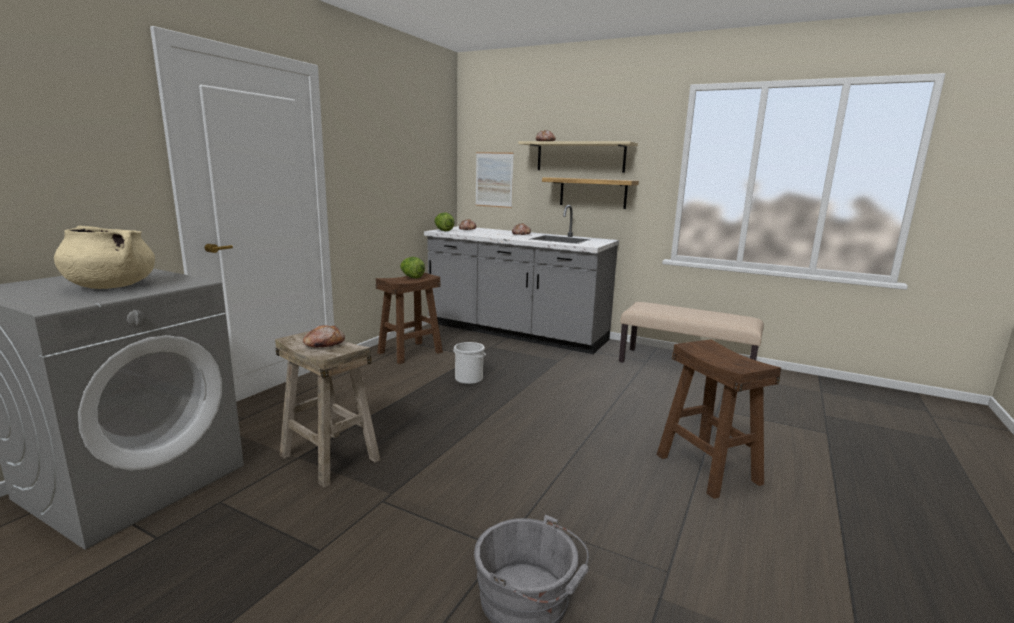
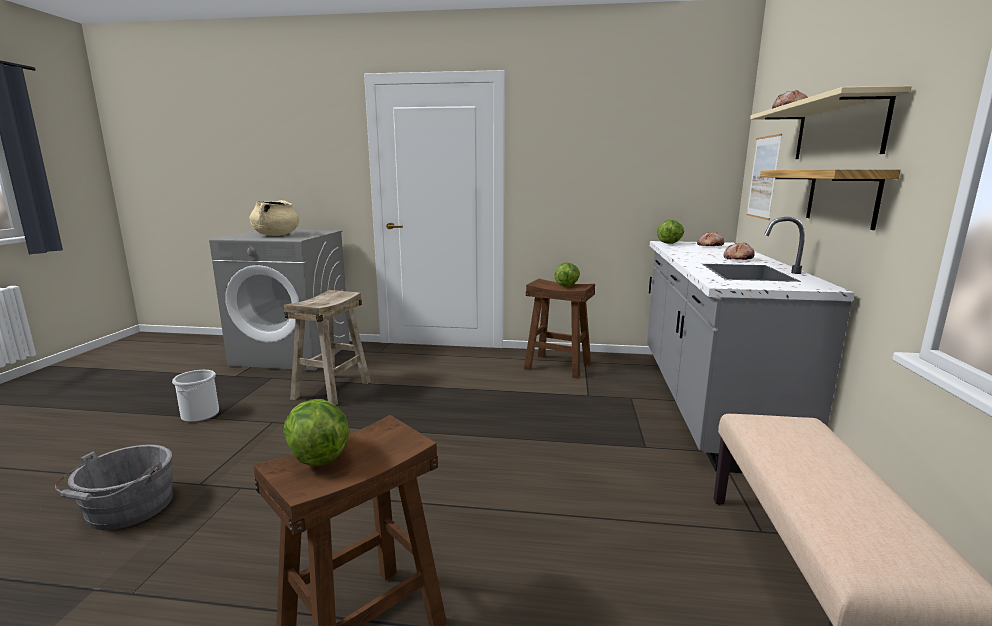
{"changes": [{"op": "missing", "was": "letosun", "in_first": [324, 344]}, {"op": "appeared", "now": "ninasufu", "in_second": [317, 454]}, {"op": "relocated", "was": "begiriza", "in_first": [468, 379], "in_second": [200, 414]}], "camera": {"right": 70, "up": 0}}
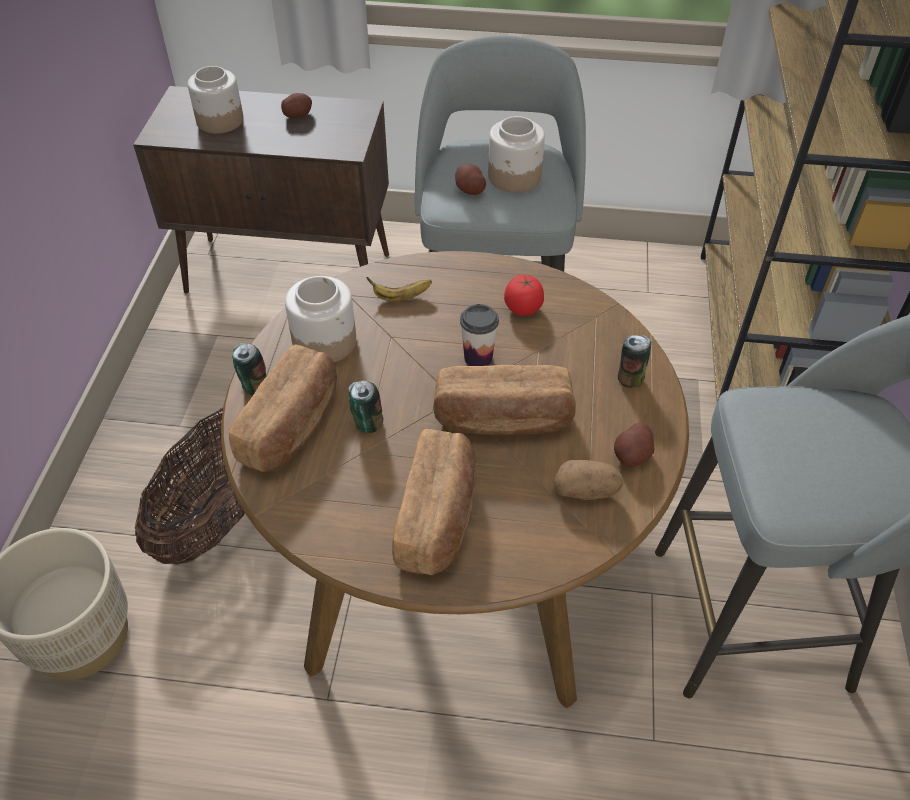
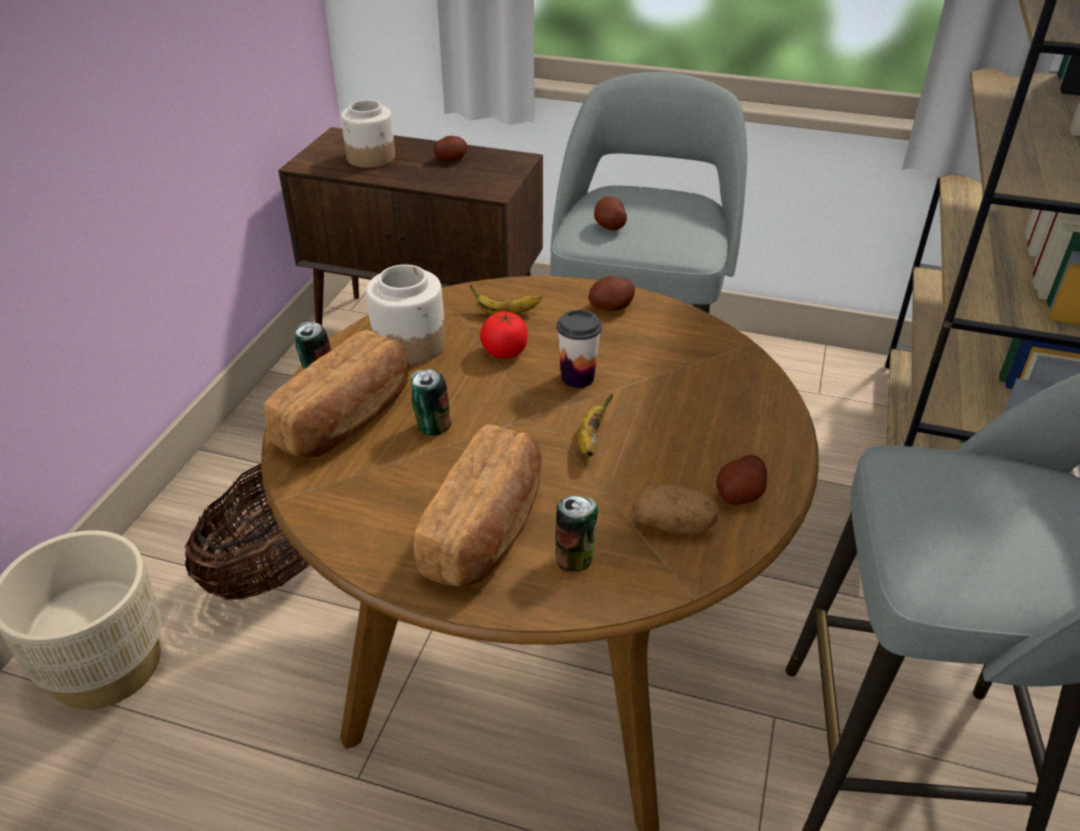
{"changes": [{"op": "missing", "was": "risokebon", "in_first": [514, 177]}, {"op": "appeared", "now": "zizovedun", "in_second": [611, 307]}, {"op": "relocated", "was": "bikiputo", "in_first": [523, 307], "in_second": [505, 351]}, {"op": "relocated", "was": "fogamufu", "in_first": [630, 378], "in_second": [575, 558]}, {"op": "exchanged", "was": "letosun", "now": "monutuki", "in_first": [503, 420], "in_second": [590, 440]}], "camera": {"right": 10, "up": -10}}
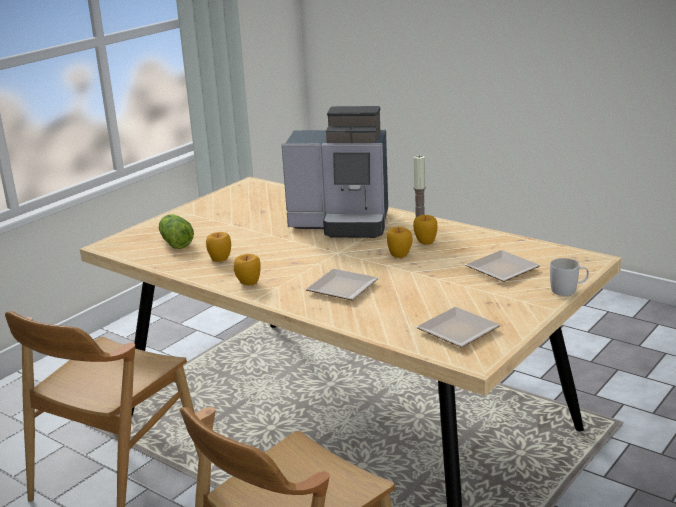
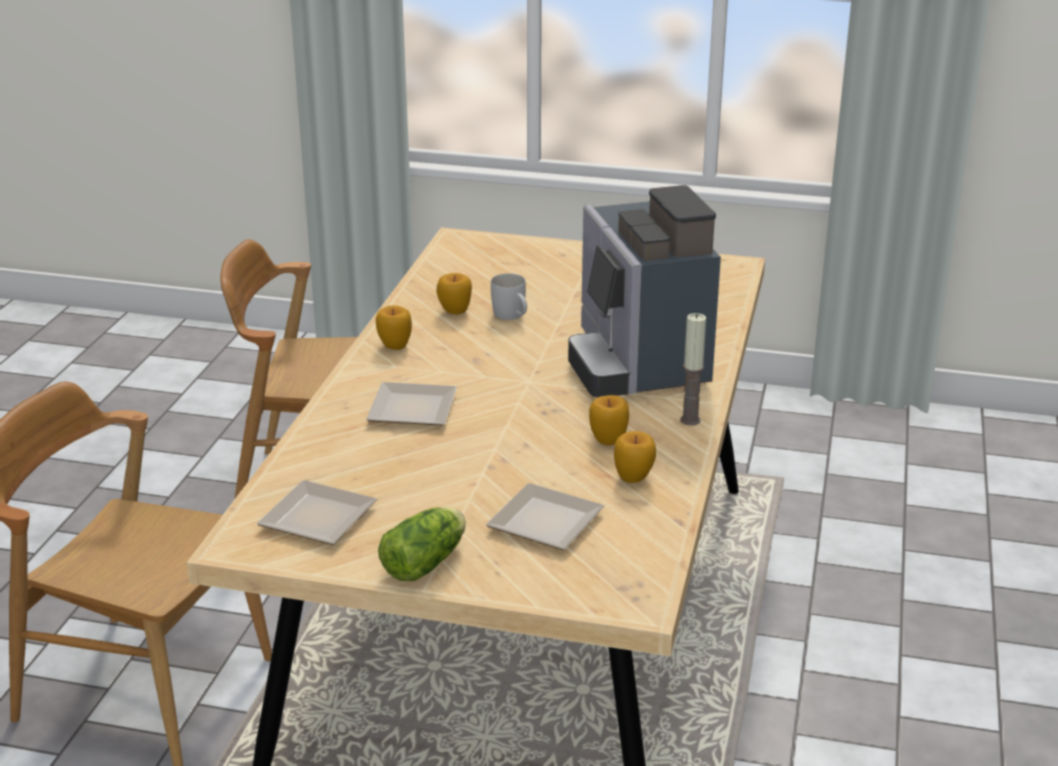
{"changes": [{"op": "relocated", "was": "ninasufu", "in_first": [175, 242], "in_second": [427, 561]}, {"op": "relocated", "was": "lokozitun", "in_first": [399, 255], "in_second": [633, 478]}, {"op": "relocated", "was": "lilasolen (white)", "in_first": [568, 290], "in_second": [512, 316]}], "camera": {"right": 65, "up": 5}}
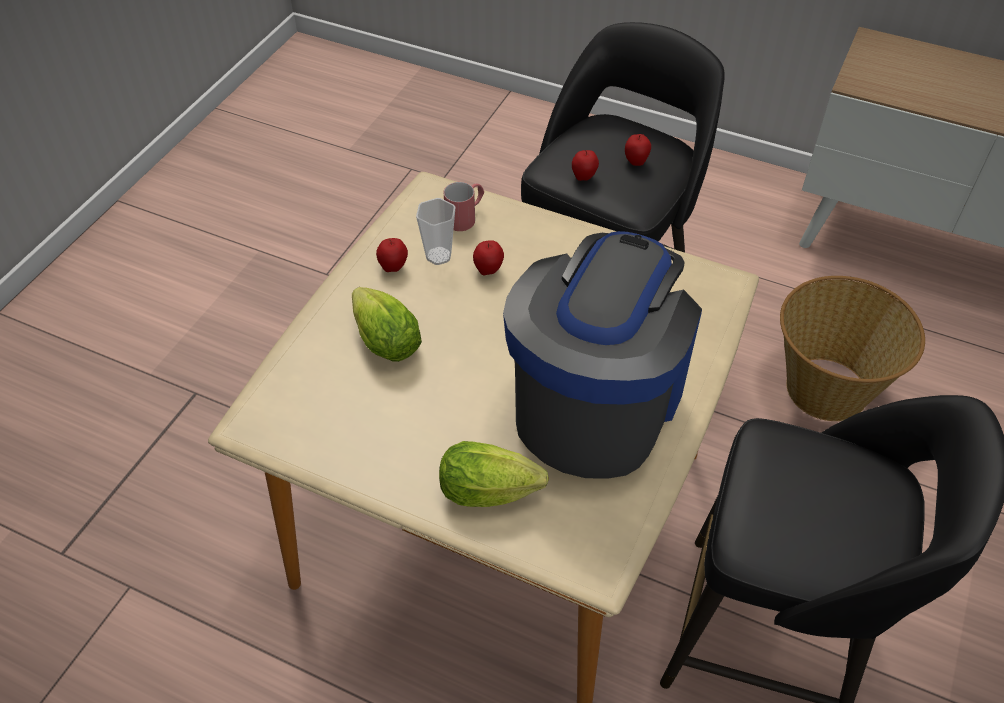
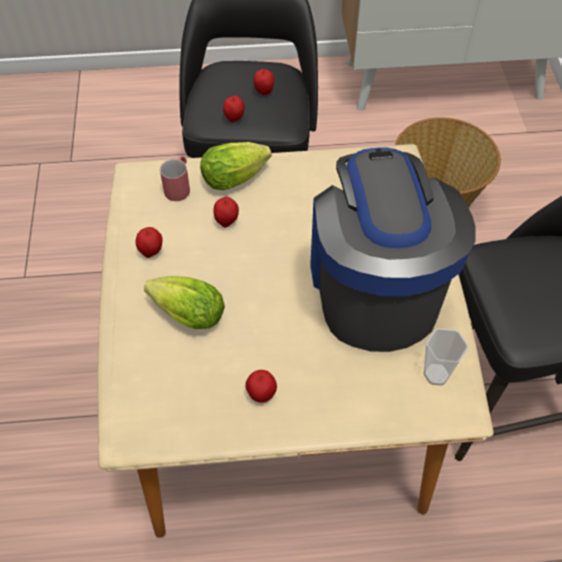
{"changes": [{"op": "appeared", "now": "lokozitun", "in_second": [261, 394]}, {"op": "relocated", "was": "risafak", "in_first": [438, 256], "in_second": [436, 374]}, {"op": "relocated", "was": "ninasufu", "in_first": [494, 491], "in_second": [238, 177]}], "camera": {"right": -30, "up": 5}}
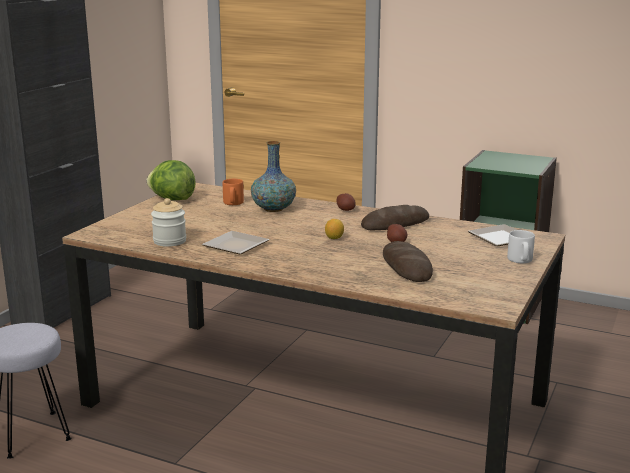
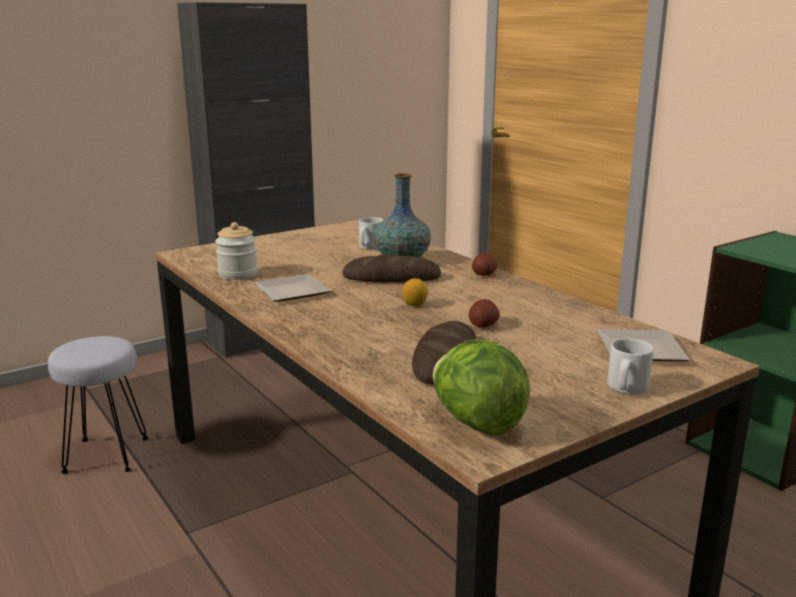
{"changes": [{"op": "relocated", "was": "ninasufu", "in_first": [172, 199], "in_second": [476, 422]}, {"op": "relocated", "was": "letosun", "in_first": [395, 224], "in_second": [391, 277]}, {"op": "colour", "was": "lilasolen (orange)", "now": "lilasolen (grey)", "in_first": [233, 203], "in_second": [369, 247]}], "camera": {"right": 30, "up": 0}}
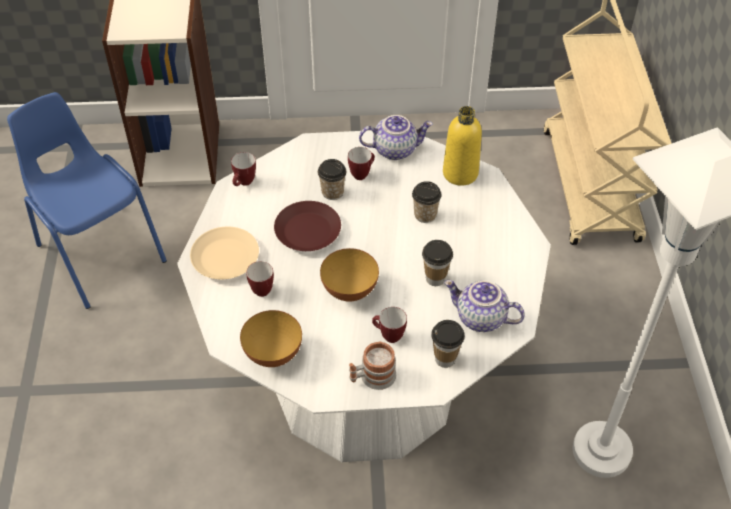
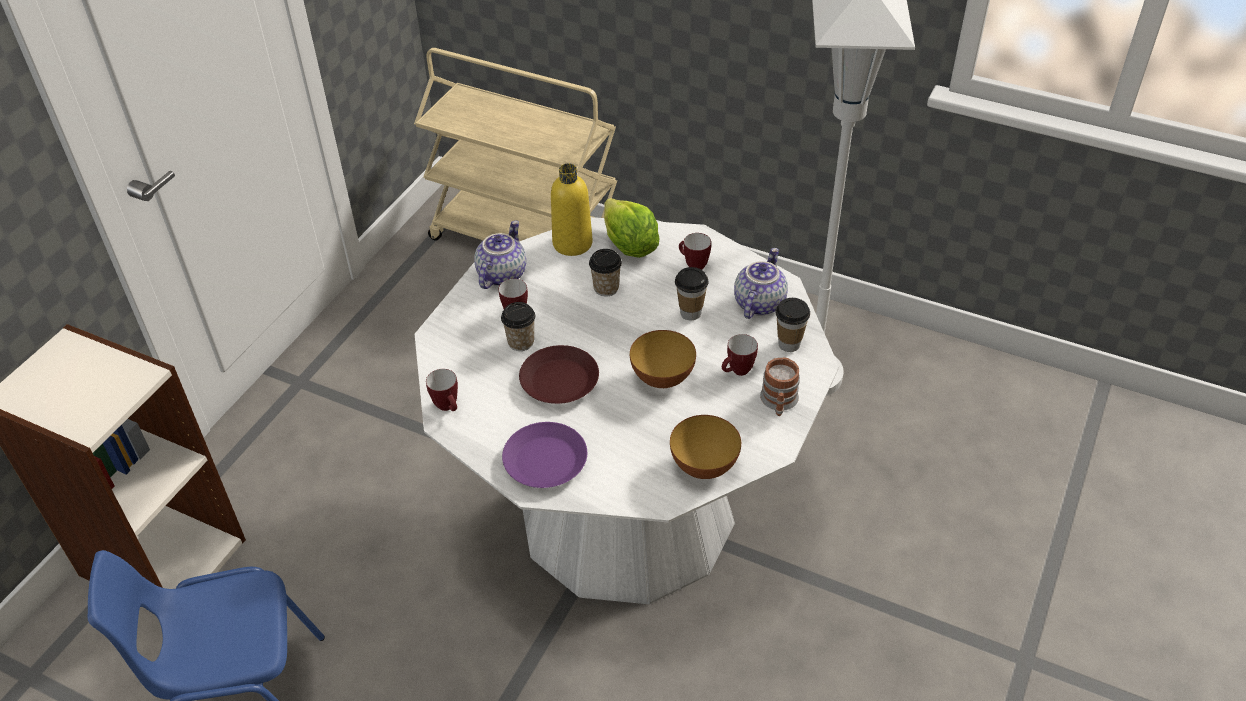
{"changes": [{"op": "appeared", "now": "ninasufu", "in_second": [629, 246]}, {"op": "relocated", "was": "lilasolen", "in_first": [262, 288], "in_second": [693, 265]}, {"op": "colour", "was": "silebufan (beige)", "now": "silebufan (purple)", "in_first": [225, 257], "in_second": [544, 461]}, {"op": "spun", "was": "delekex", "in_first": [480, 318], "in_second": [758, 303], "clockwise": 150}], "camera": {"right": -60, "up": -5}}
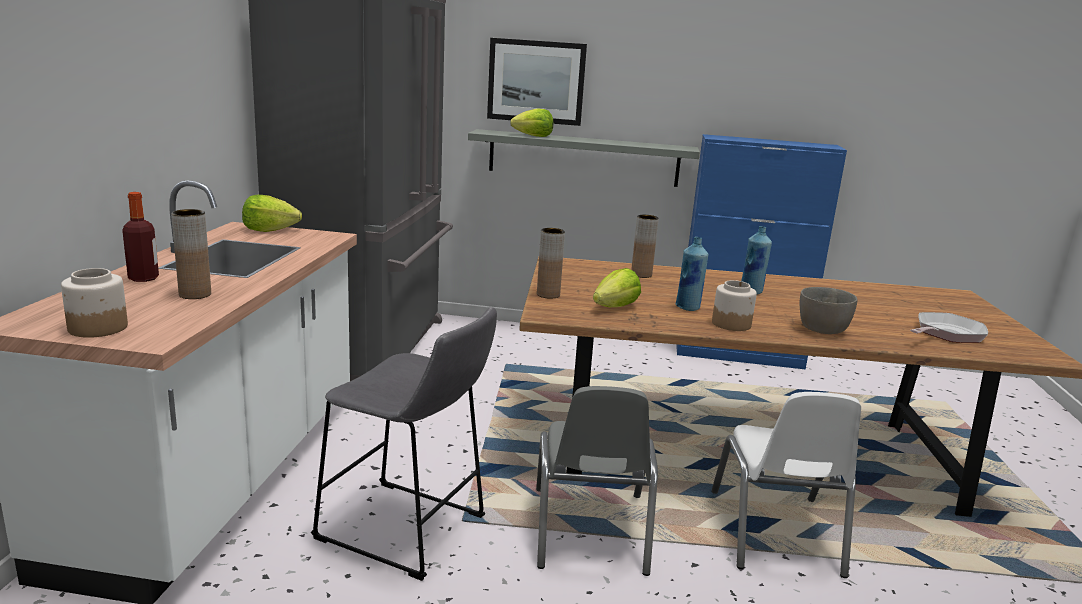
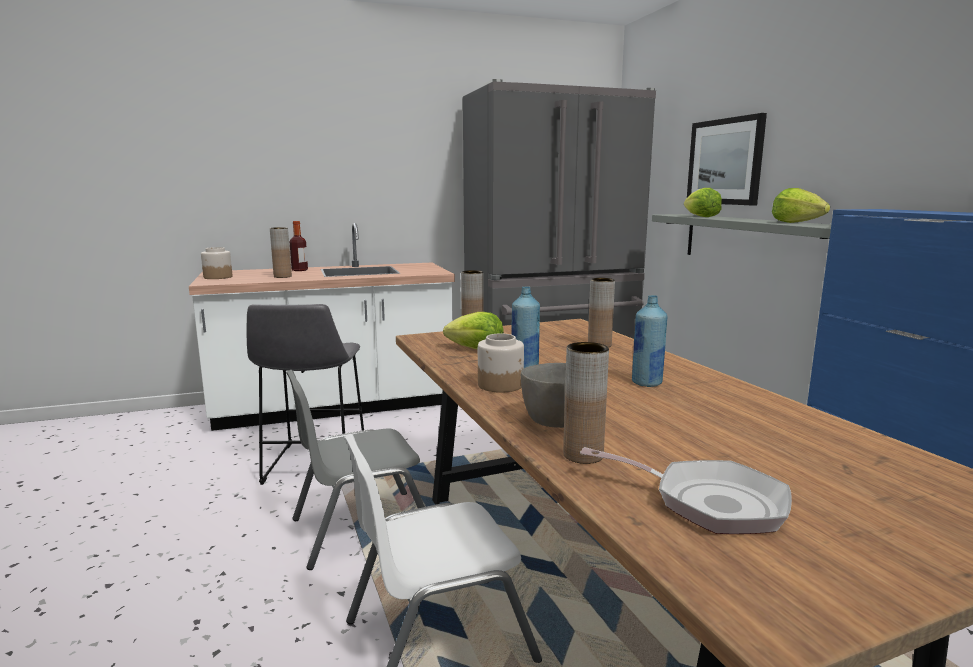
{"changes": [{"op": "appeared", "now": "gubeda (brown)", "in_second": [583, 455]}, {"op": "relocated", "was": "ninasufu", "in_first": [269, 230], "in_second": [796, 222]}], "camera": {"right": 65, "up": -5}}
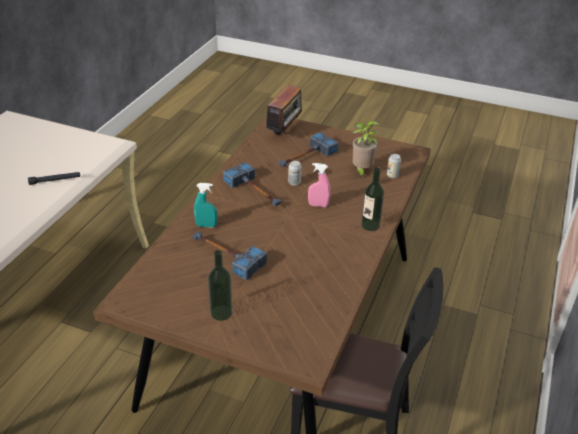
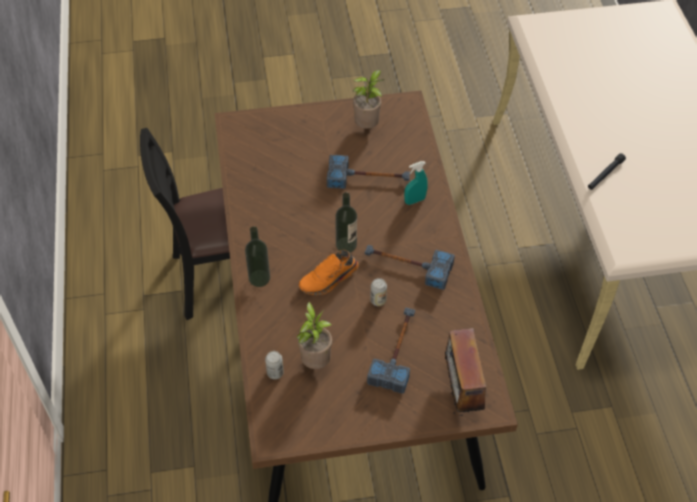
{"changes": [{"op": "appeared", "now": "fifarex", "in_second": [368, 126]}, {"op": "relocated", "was": "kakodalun", "in_first": [221, 313], "in_second": [346, 245]}, {"op": "exchanged", "was": "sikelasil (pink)", "now": "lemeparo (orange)", "in_first": [318, 205], "in_second": [329, 279]}], "camera": {"right": 150, "up": 15}}
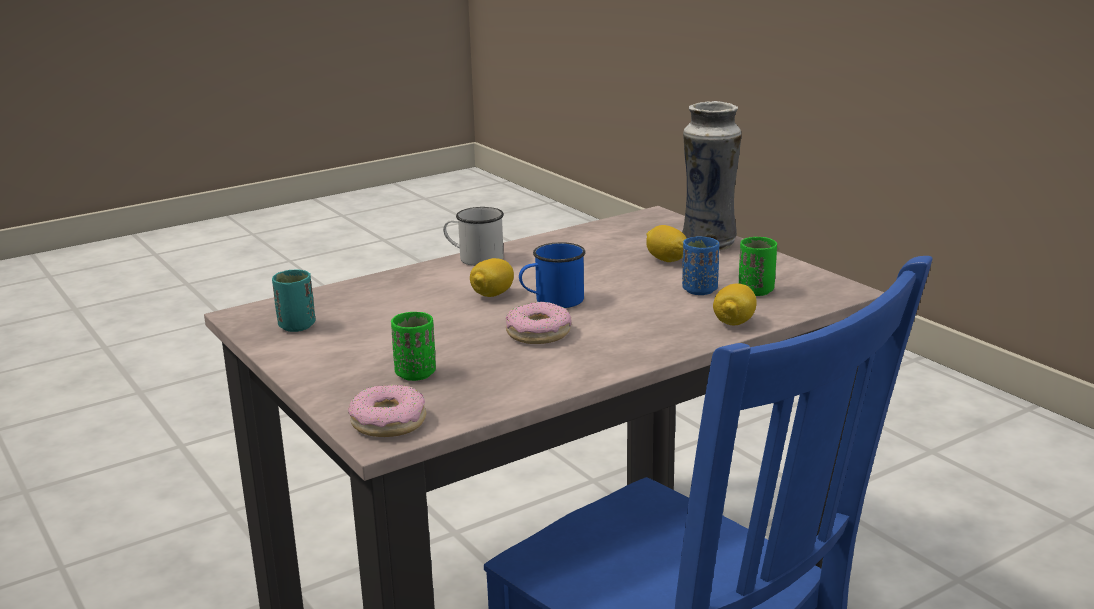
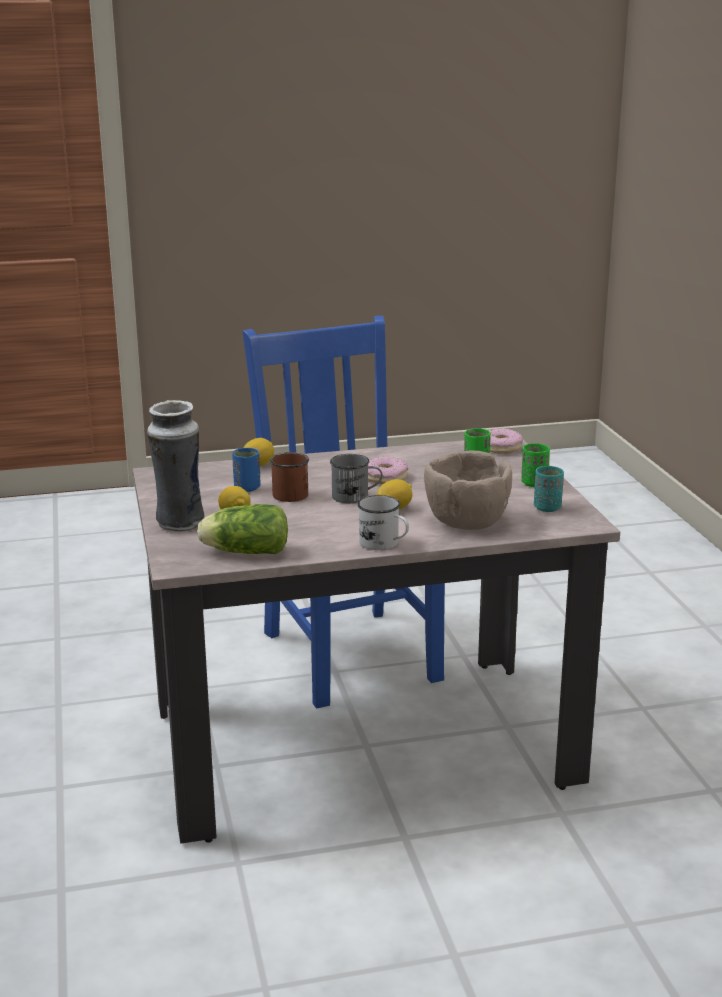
{"changes": [{"op": "appeared", "now": "ninasufu", "in_second": [243, 552]}, {"op": "appeared", "now": "lilasolen (brown)", "in_second": [289, 493]}, {"op": "appeared", "now": "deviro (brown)", "in_second": [466, 521]}, {"op": "relocated", "was": "risafak (green)", "in_first": [756, 291], "in_second": [534, 483]}, {"op": "colour", "was": "lilasolen (blue)", "now": "lilasolen (grey)", "in_first": [552, 301], "in_second": [356, 497]}], "camera": {"right": -160, "up": 0}}
